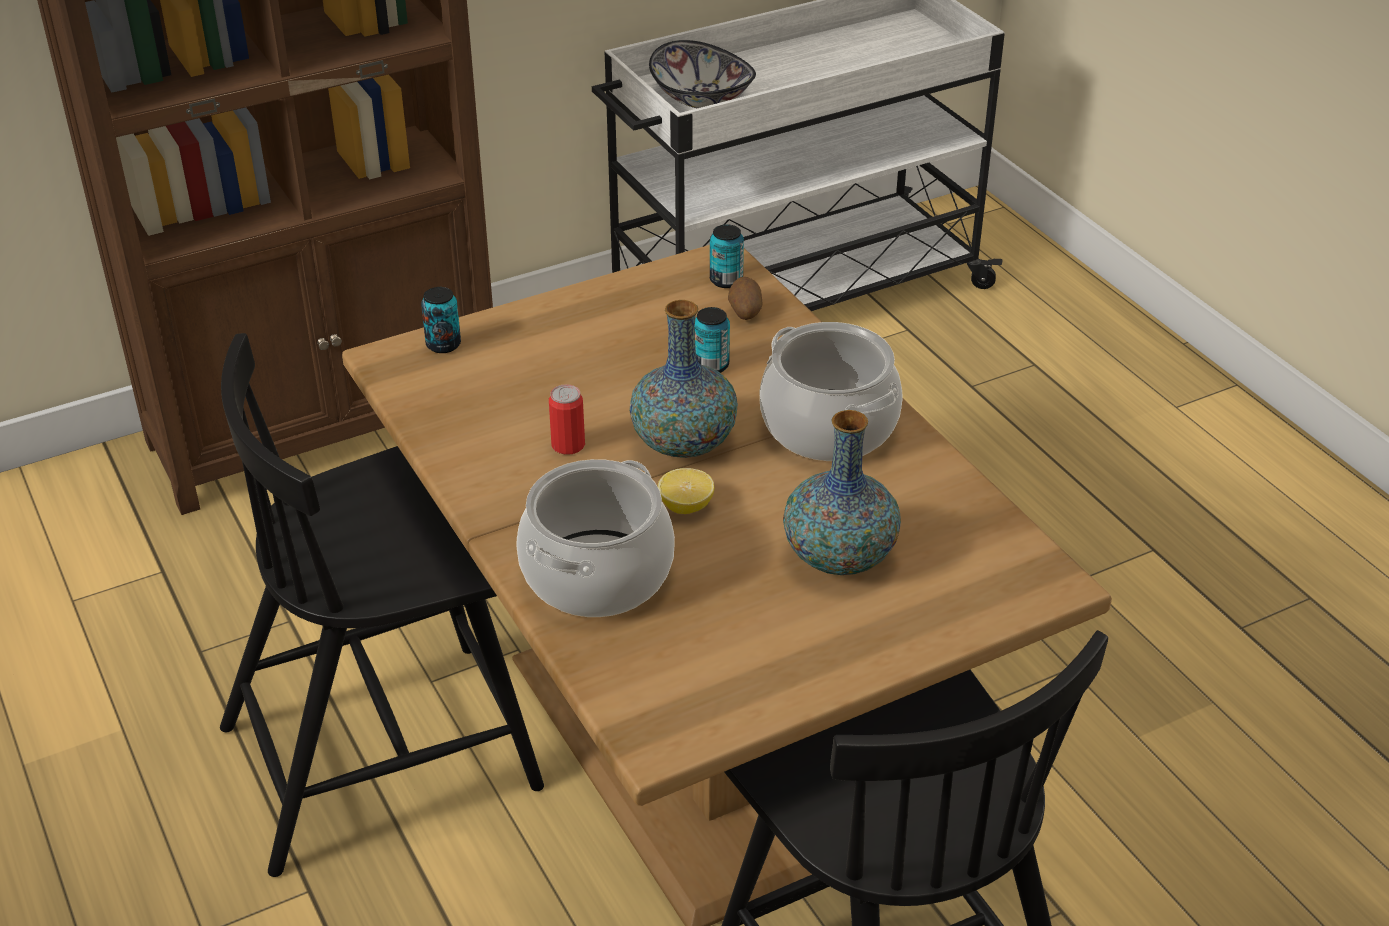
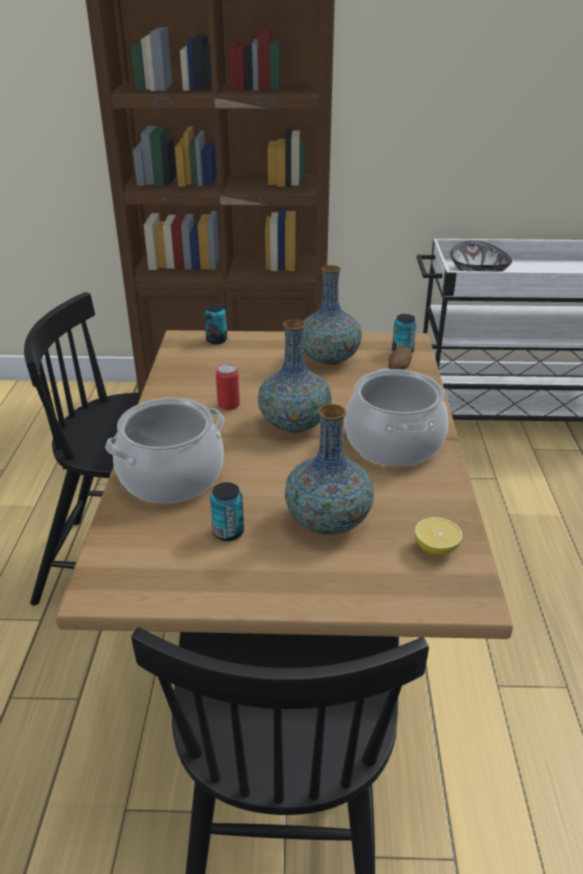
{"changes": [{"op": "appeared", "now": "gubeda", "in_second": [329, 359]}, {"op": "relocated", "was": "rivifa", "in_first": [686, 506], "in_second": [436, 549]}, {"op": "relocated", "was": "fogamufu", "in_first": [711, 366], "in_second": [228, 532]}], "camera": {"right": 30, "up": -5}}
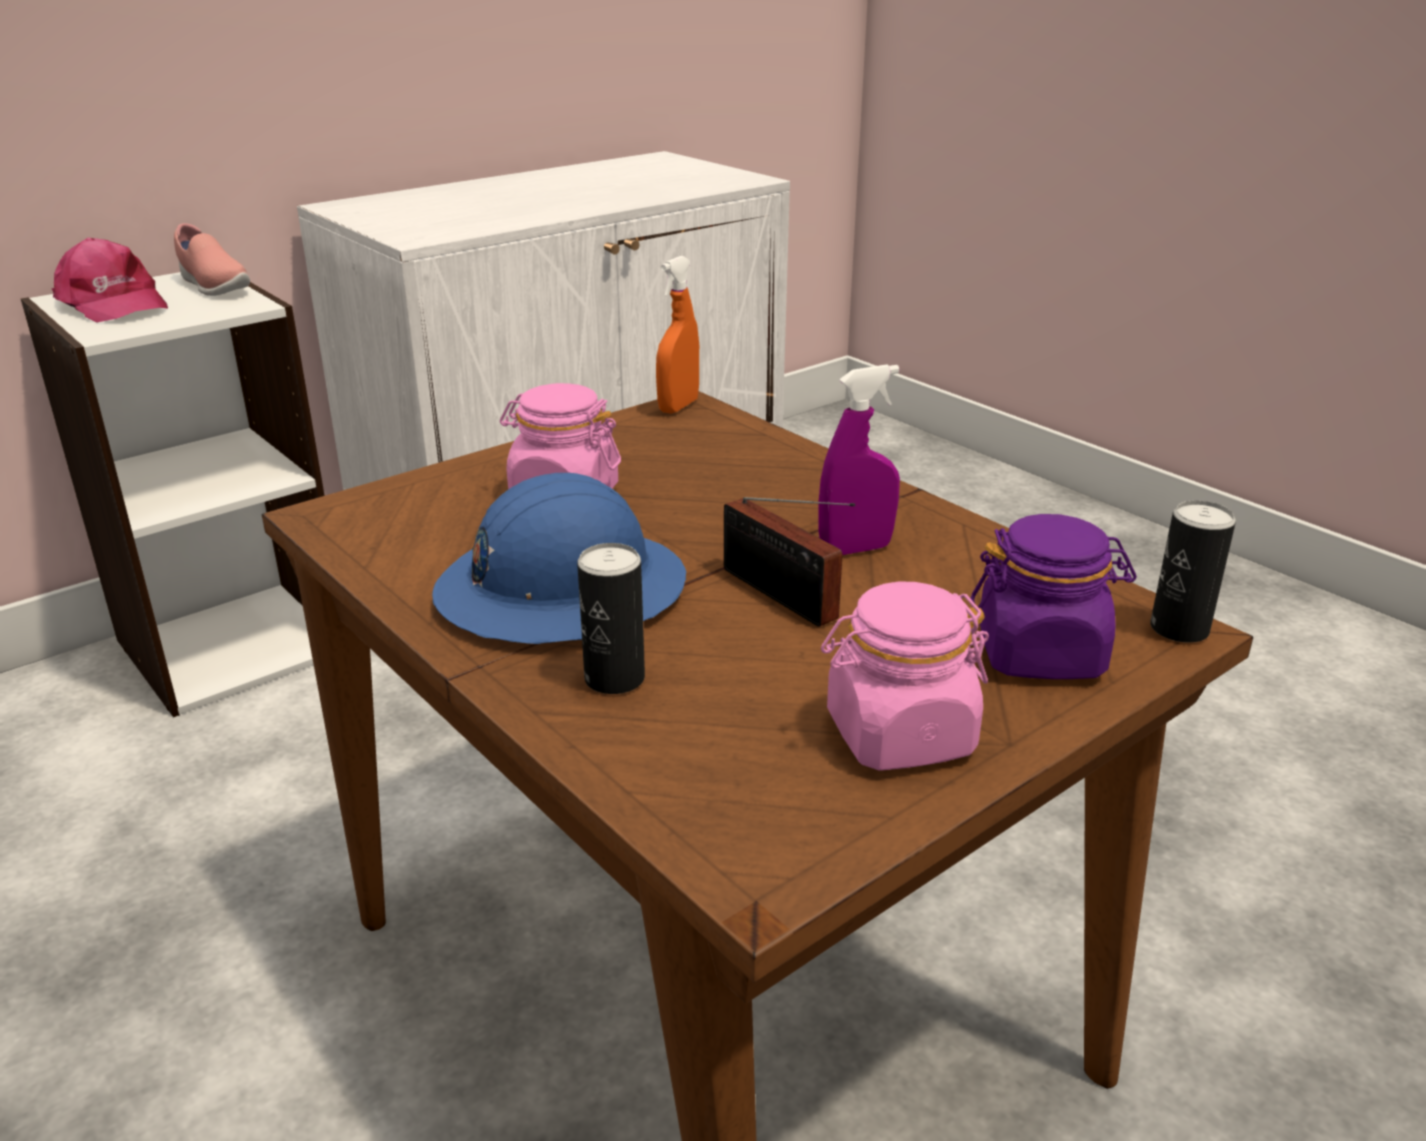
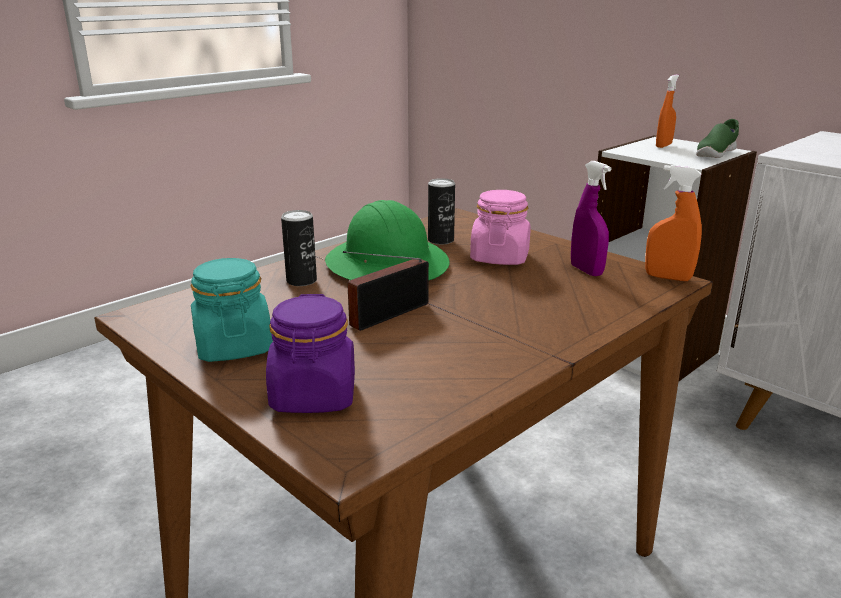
{"changes": [{"op": "relocated", "was": "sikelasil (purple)", "in_first": [855, 549], "in_second": [586, 271]}, {"op": "relocated", "was": "fogamufu", "in_first": [1179, 629], "in_second": [440, 240]}, {"op": "exchanged", "was": "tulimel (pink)", "now": "sikelasil (orange)", "in_first": [112, 304], "in_second": [663, 146]}, {"op": "colour", "was": "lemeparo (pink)", "now": "lemeparo (green)", "in_first": [213, 286], "in_second": [715, 154]}, {"op": "colour", "was": "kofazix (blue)", "now": "kofazix (green)", "in_first": [561, 590], "in_second": [388, 264]}, {"op": "colour", "was": "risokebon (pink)", "now": "risokebon (turquoise)", "in_first": [899, 735], "in_second": [233, 346]}], "camera": {"right": 85, "up": -5}}
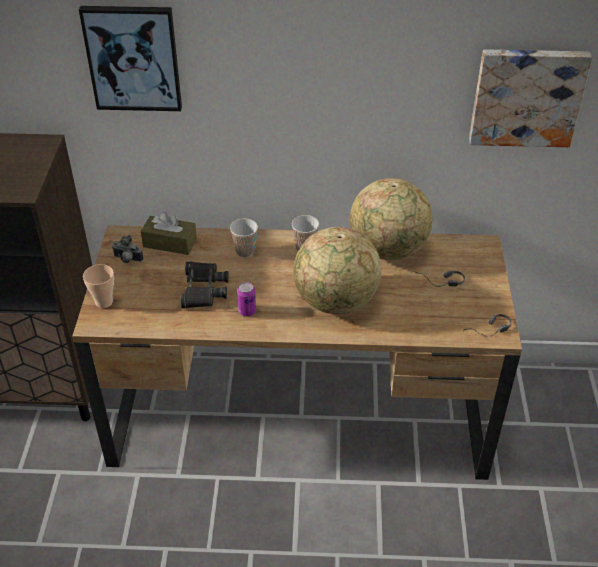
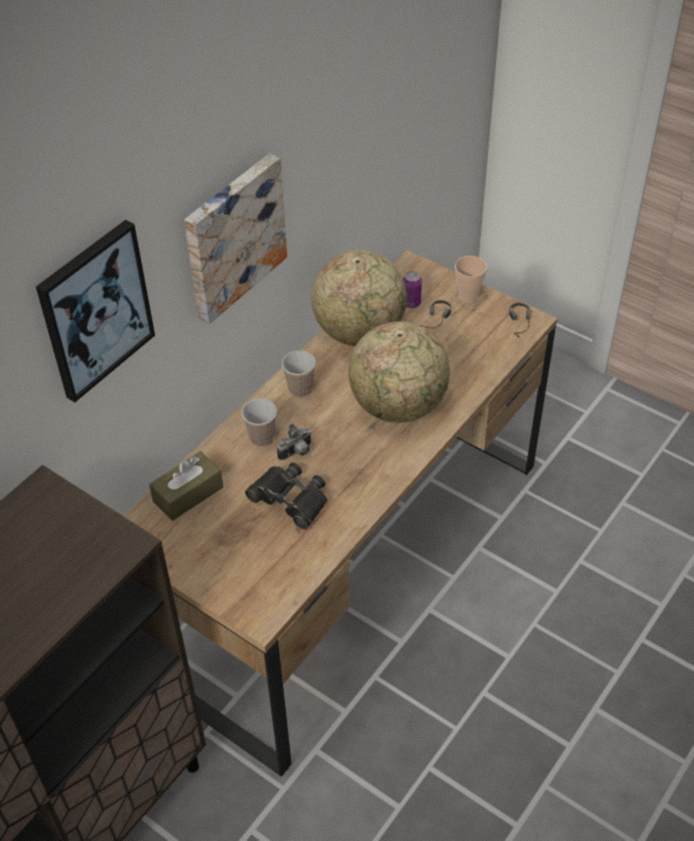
{"changes": [{"op": "relocated", "was": "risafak", "in_first": [104, 302], "in_second": [468, 297]}, {"op": "relocated", "was": "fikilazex", "in_first": [127, 260], "in_second": [297, 453]}, {"op": "relocated", "was": "fogamufu", "in_first": [247, 311], "in_second": [411, 303]}, {"op": "relocated", "was": "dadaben", "in_first": [526, 96], "in_second": [232, 236]}], "camera": {"right": -55, "up": 5}}
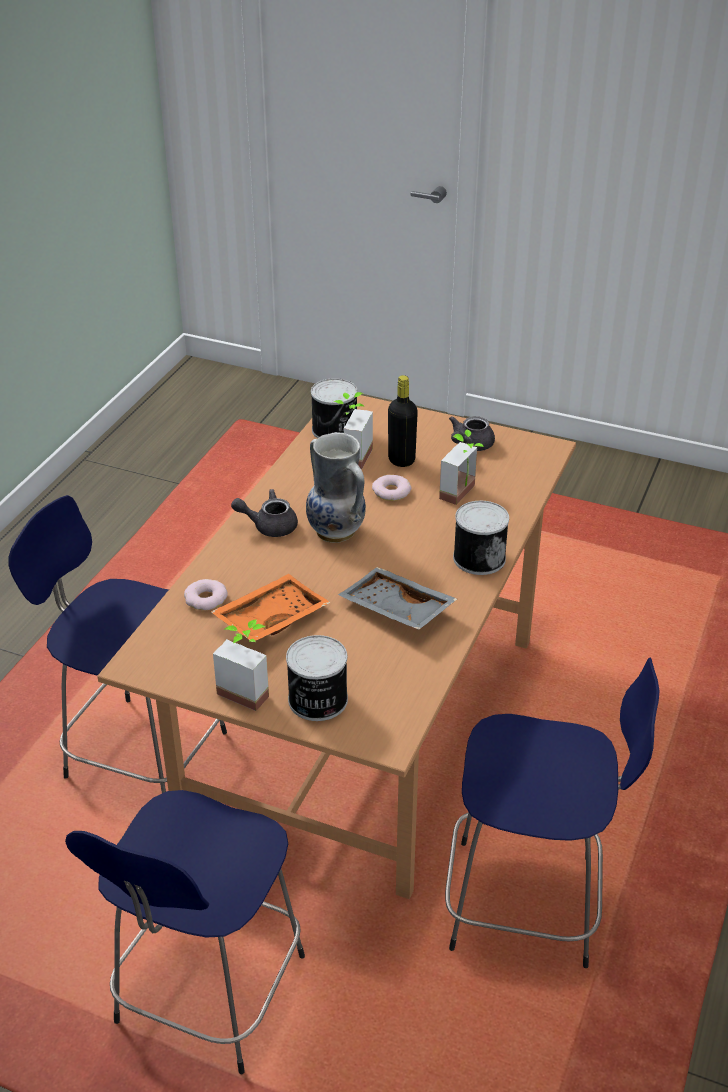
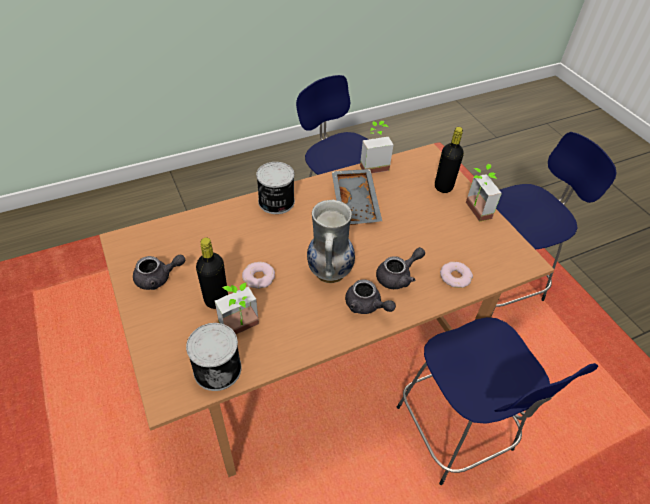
{"changes": [{"op": "missing", "was": "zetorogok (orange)", "in_first": [270, 618]}, {"op": "appeared", "now": "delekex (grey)", "in_second": [398, 276]}, {"op": "relocated", "was": "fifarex", "in_first": [464, 494], "in_second": [372, 164]}, {"op": "exchanged", "was": "fogamufu", "now": "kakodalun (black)", "in_first": [317, 701], "in_second": [443, 187]}], "camera": {"right": -140, "up": 10}}
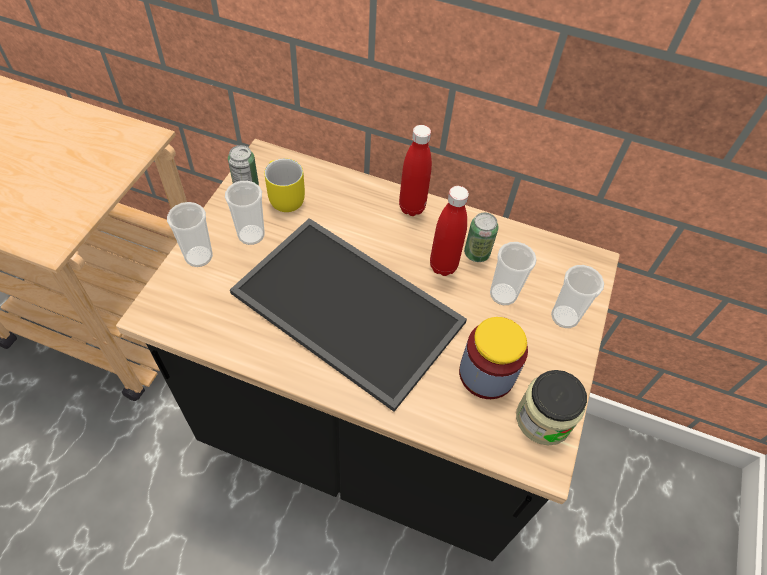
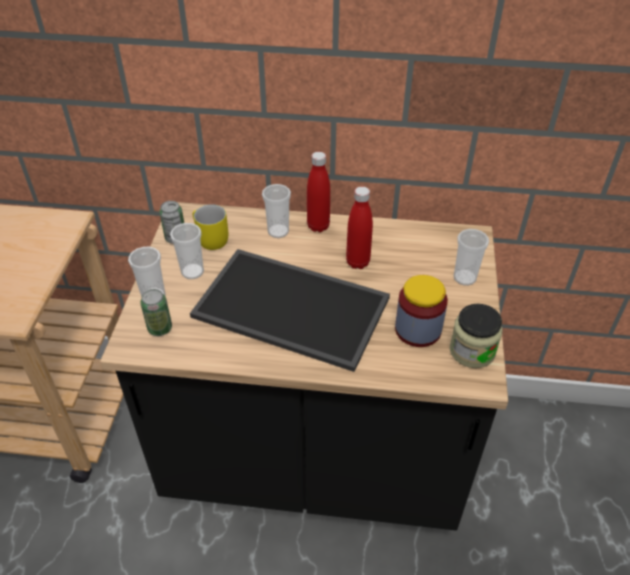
{"changes": [{"op": "relocated", "was": "fogamufu", "in_first": [476, 253], "in_second": [160, 328]}, {"op": "relocated", "was": "risafak", "in_first": [503, 294], "in_second": [278, 231]}], "camera": {"right": -10, "up": -10}}
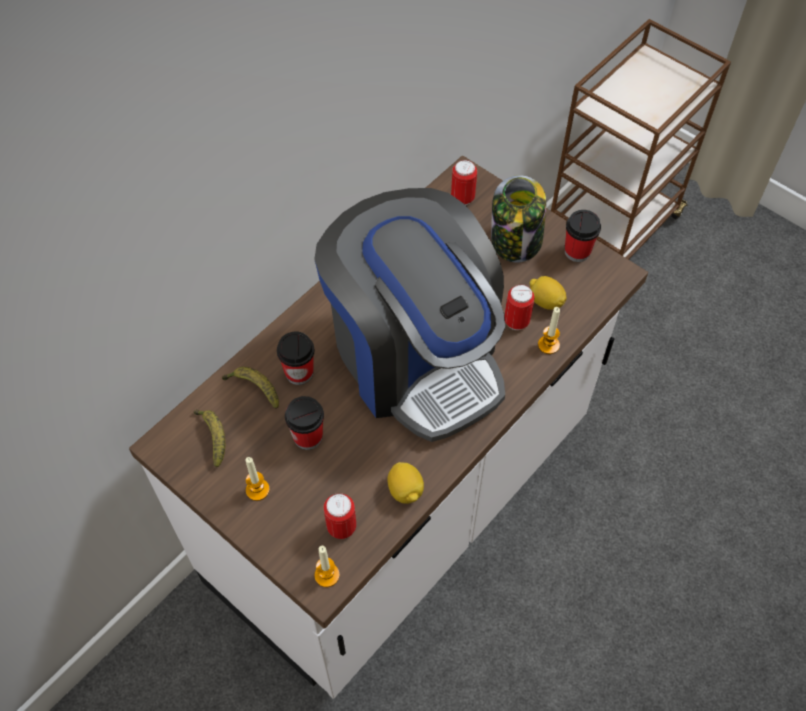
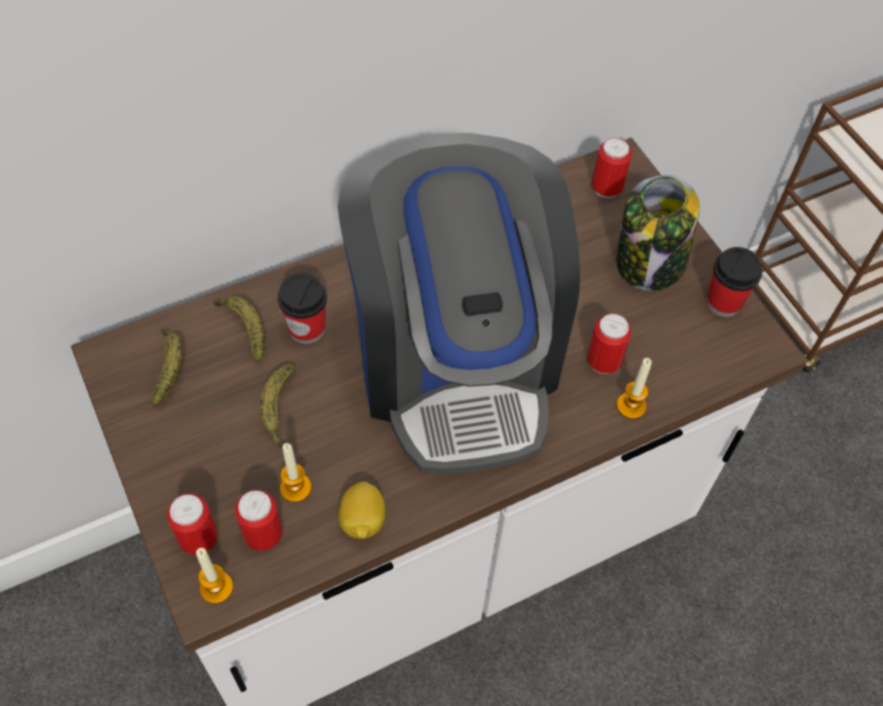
{"changes": [{"op": "missing", "was": "rivifa", "in_first": [545, 301]}, {"op": "appeared", "now": "fogamufu", "in_second": [199, 539]}, {"op": "relocated", "was": "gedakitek", "in_first": [257, 490], "in_second": [295, 488]}, {"op": "exchanged", "was": "risafak", "now": "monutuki", "in_first": [308, 436], "in_second": [278, 409]}], "camera": {"right": 20, "up": 0}}
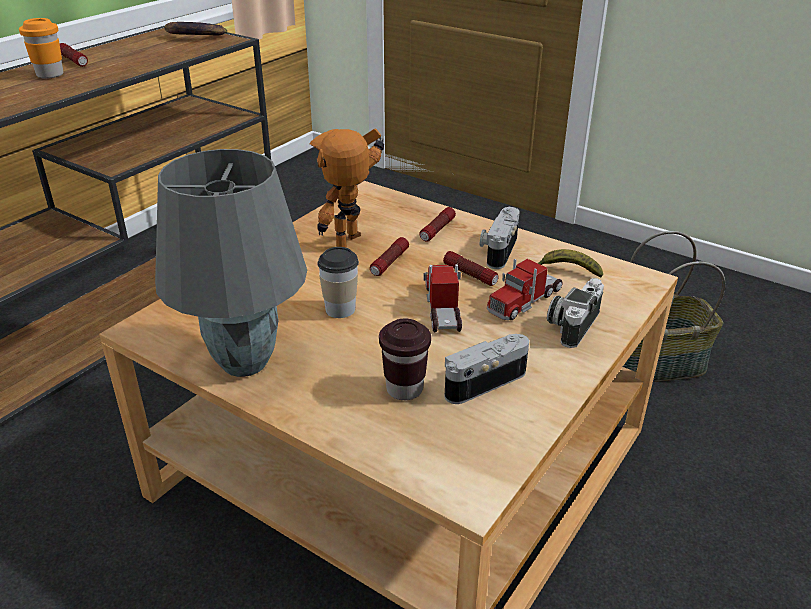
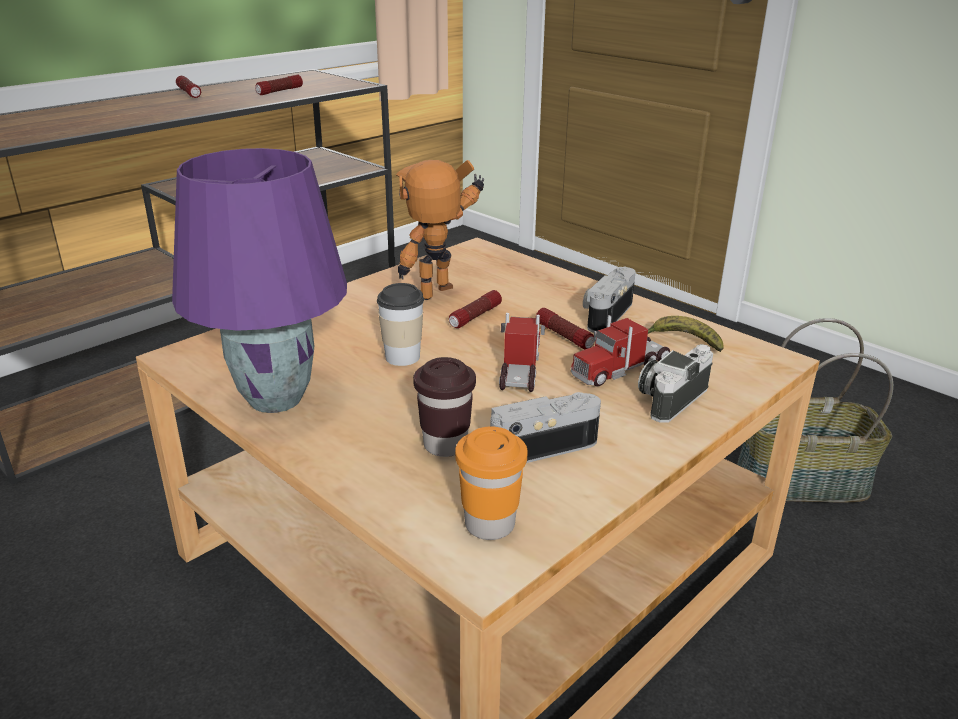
{"changes": [{"op": "missing", "was": "monutuki", "in_first": [193, 36]}, {"op": "relocated", "was": "risafak (orange)", "in_first": [50, 75], "in_second": [489, 524]}, {"op": "relocated", "was": "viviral", "in_first": [437, 230], "in_second": [279, 91]}, {"op": "colour", "was": "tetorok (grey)", "now": "tetorok (purple)", "in_first": [245, 361], "in_second": [276, 398]}], "camera": {"right": 10, "up": -5}}
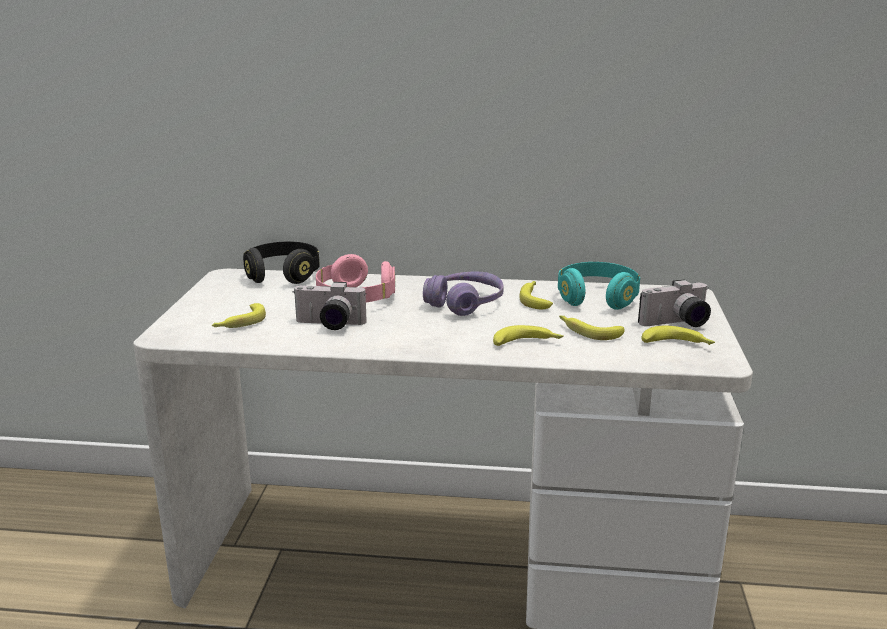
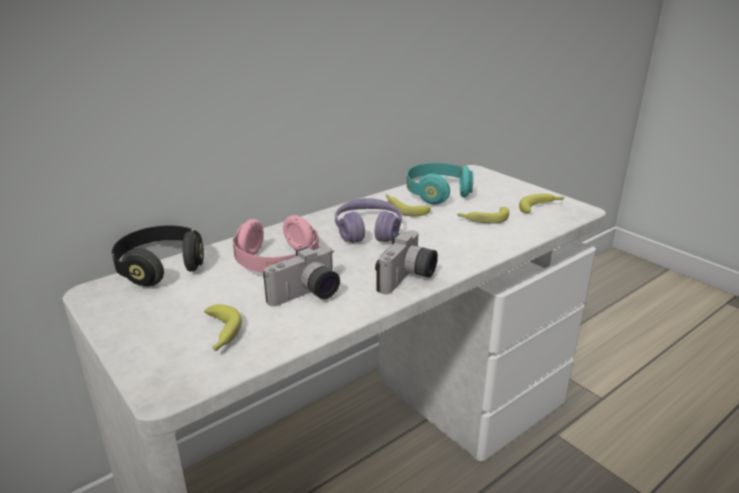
{"changes": [{"op": "missing", "was": "monutuki", "in_first": [528, 343]}, {"op": "relocated", "was": "fikilazex", "in_first": [677, 324], "in_second": [408, 279]}], "camera": {"right": -45, "up": 5}}
